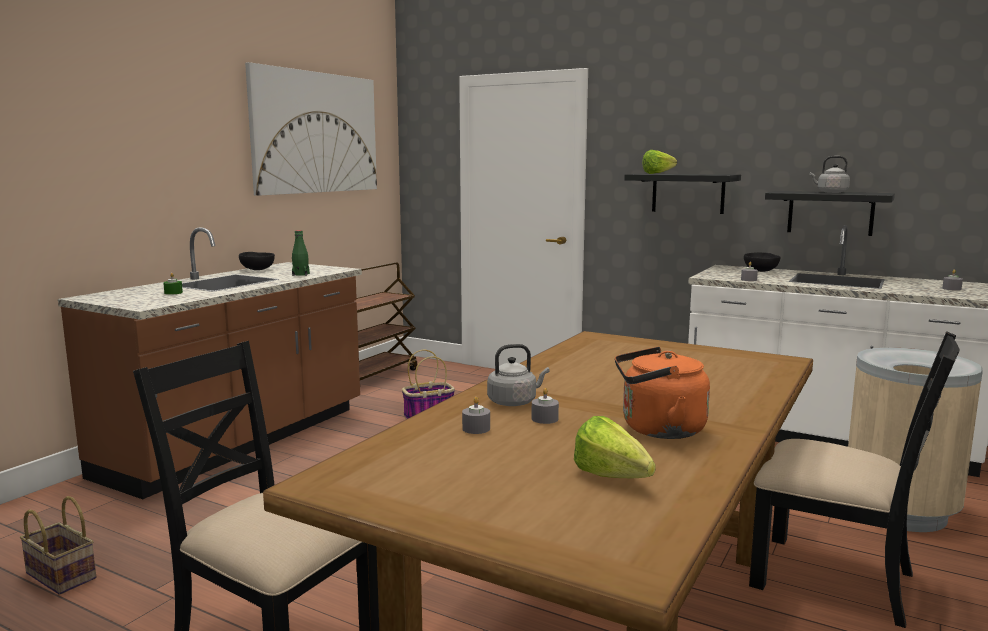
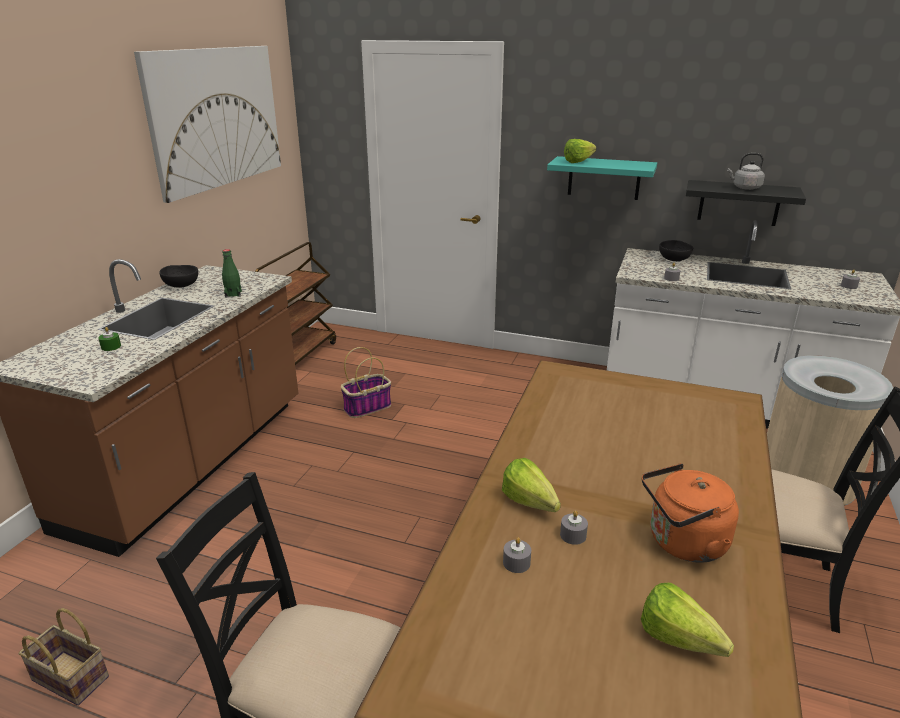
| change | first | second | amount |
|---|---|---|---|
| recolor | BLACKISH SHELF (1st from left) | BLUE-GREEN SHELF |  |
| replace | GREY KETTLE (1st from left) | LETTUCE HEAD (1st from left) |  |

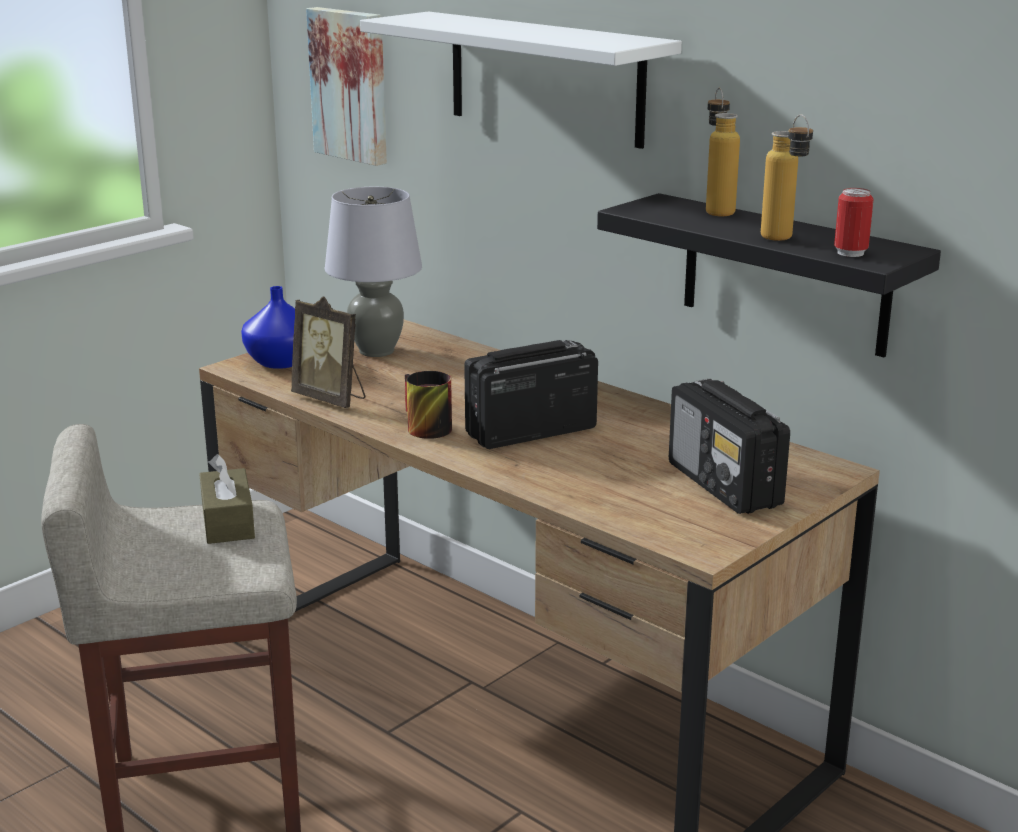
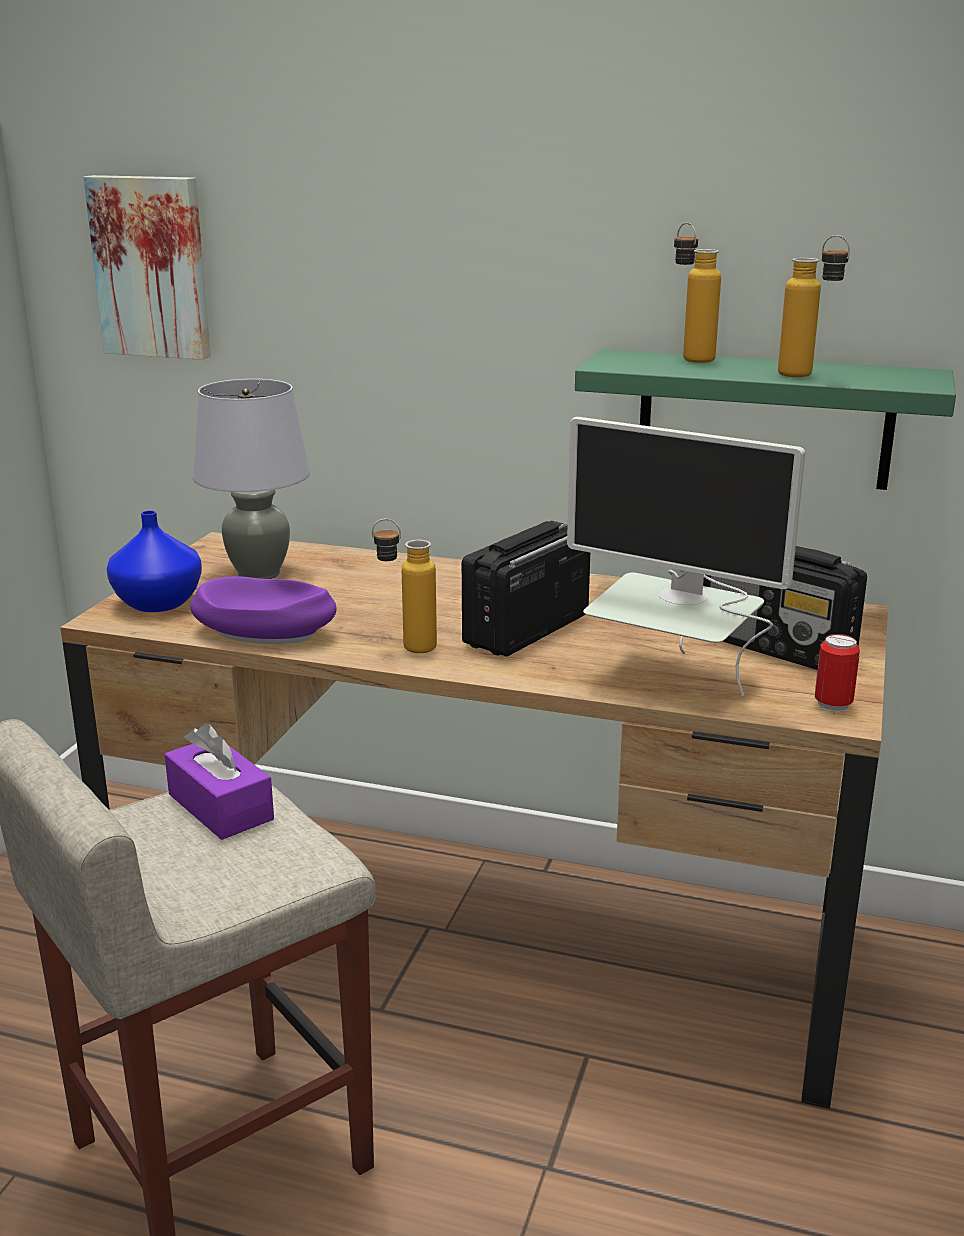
| change | first | second | amount |
|---|---|---|---|
| delete | WHITISH SHELF |  |  |
| move | METAL CAN |  |  |
| recolor | BLACKISH SHELF | GREEN SHELF |  |
| replace | PHOTO FRAME | PURPLE BOWL |  |
| replace | MUG | BOTTLE (1st from left) |  |
| recolor | BROWNISH TISSUE HOLDER | PURPLE TISSUE HOLDER |  |
| insert |  | MONITOR |  |

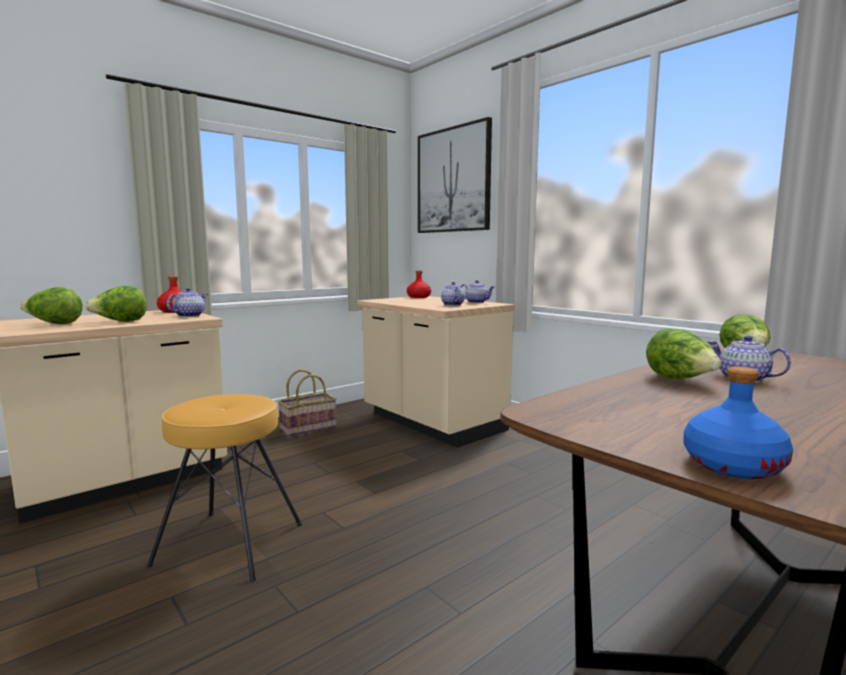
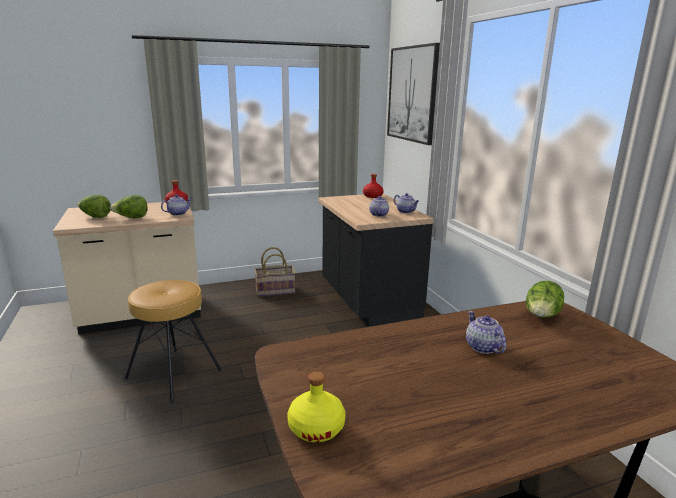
| change | first | second | amount |
|---|---|---|---|
| recolor | SAND-COLOURED KITCHEN BASE UNIT (2nd from left) | BLACKISH KITCHEN BASE UNIT |  |
| delete | LETTUCE HEAD (3rd from left) |  |  |
| recolor | BLUE-COLOURED BOTTLE | YELLOW BOTTLE |  |

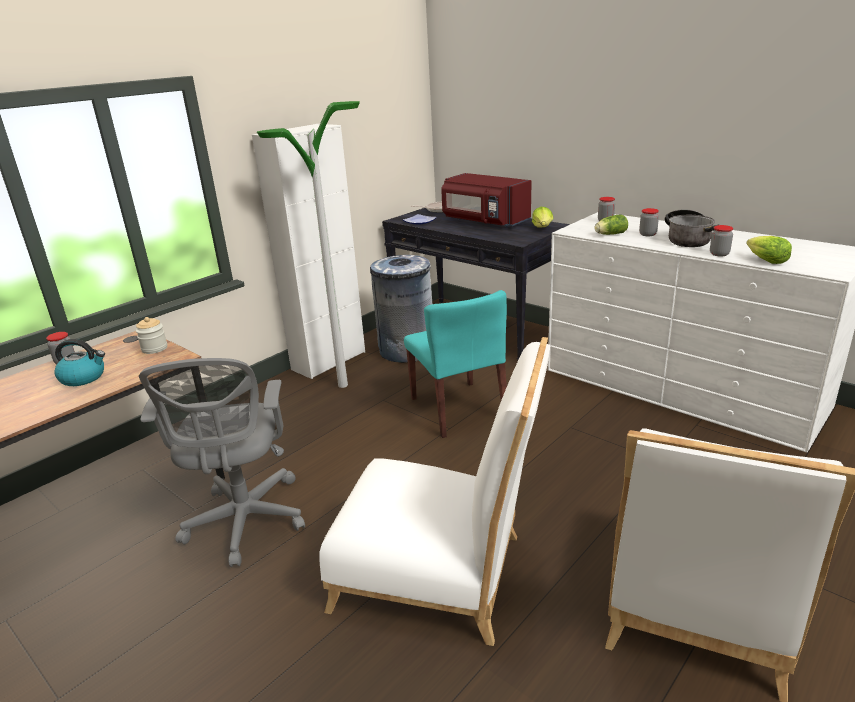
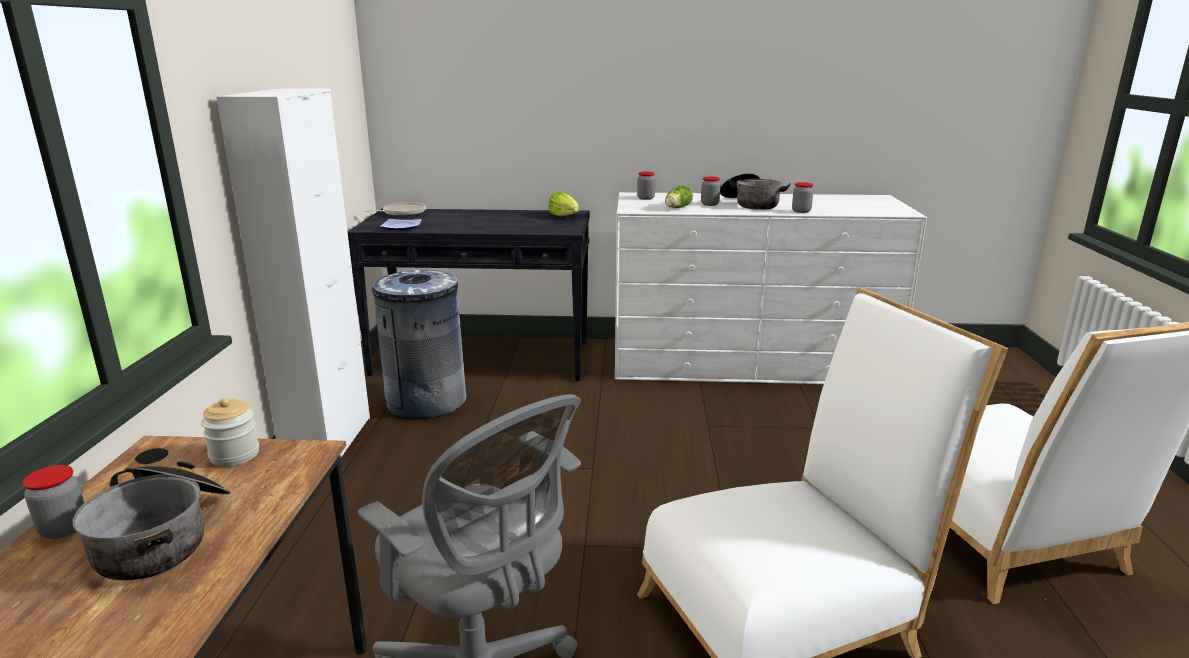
| change | first | second | amount |
|---|---|---|---|
| delete | STANDING LAMP |  |  |
| delete | RED MICROWAVE |  |  |
| delete | LETTUCE HEAD (3rd from left) |  |  |
| delete | BLUE-GREEN PLAIN CHAIR |  |  |
| replace | KETTLE | SAUCEPOT (1st from left) |  |

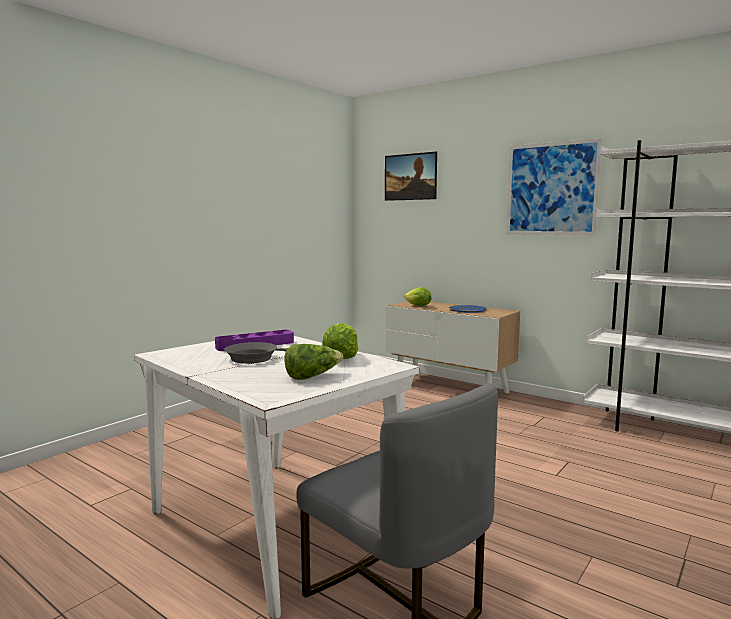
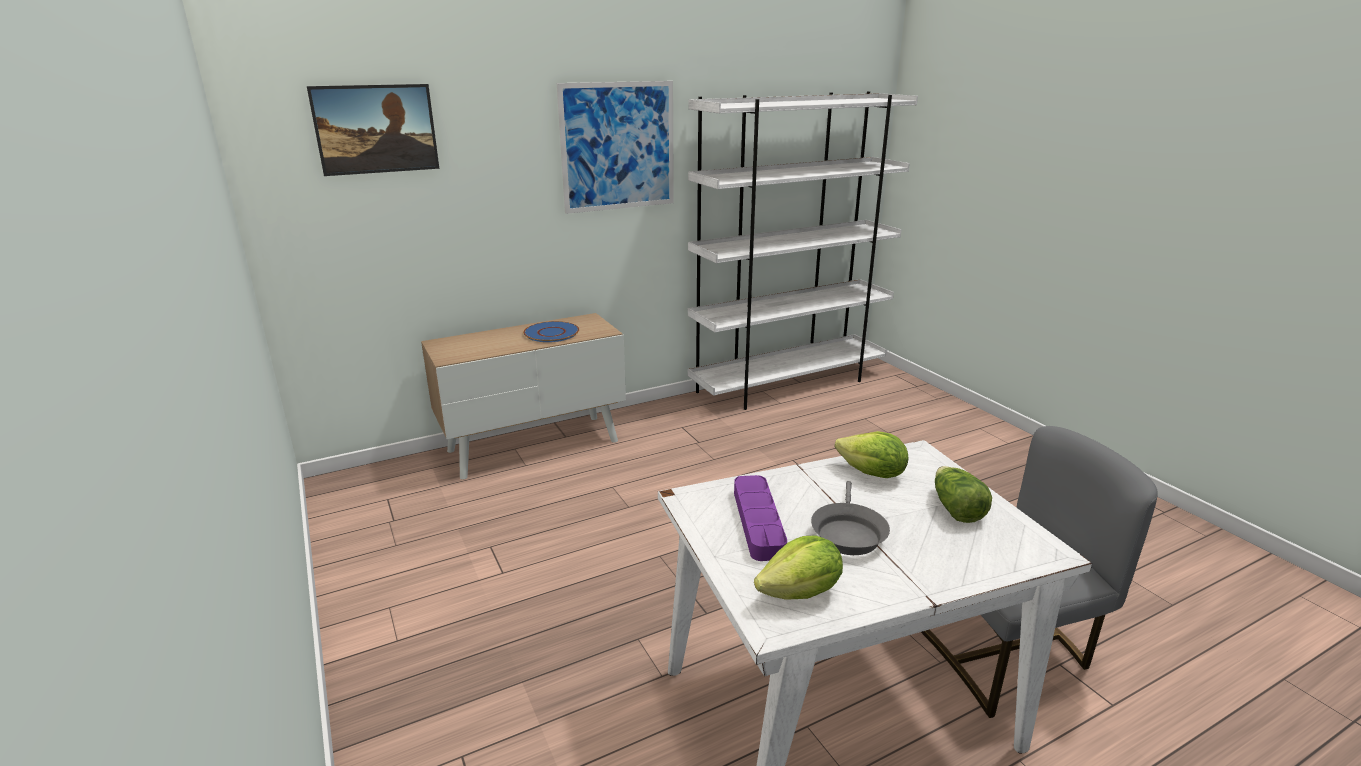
| change | first | second | amount |
|---|---|---|---|
| move | LETTUCE HEAD (3rd from left in the first image) | LETTUCE HEAD (1st from left) |  |

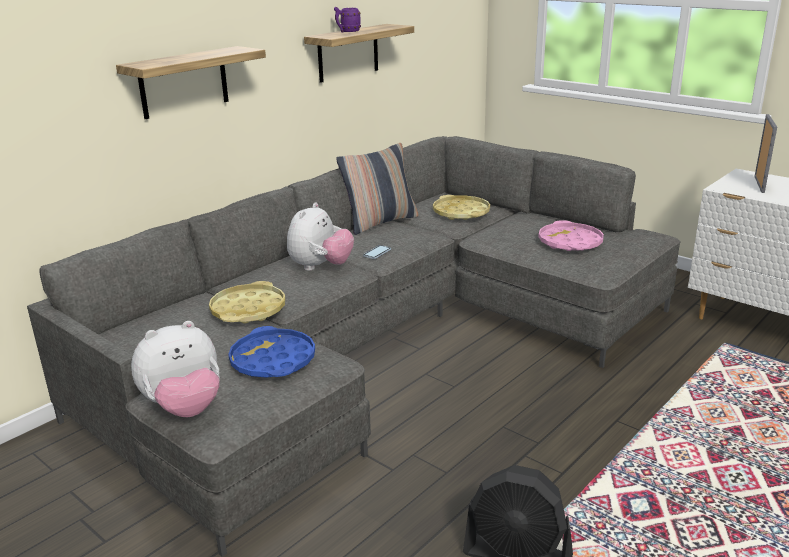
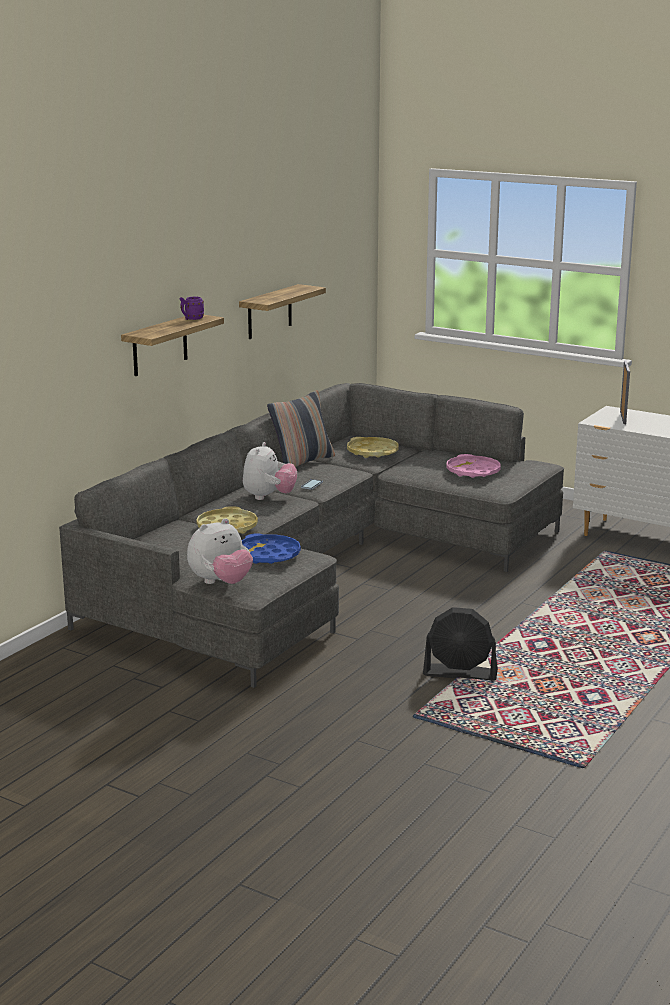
| change | first | second | amount |
|---|---|---|---|
| move | PURPLE MUG |  |  |

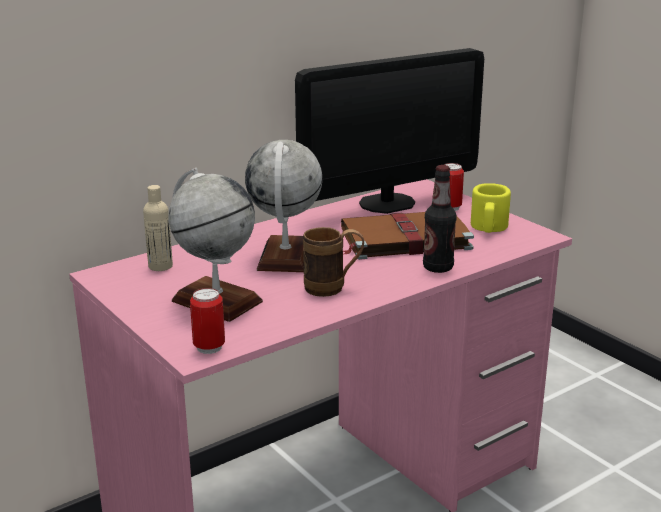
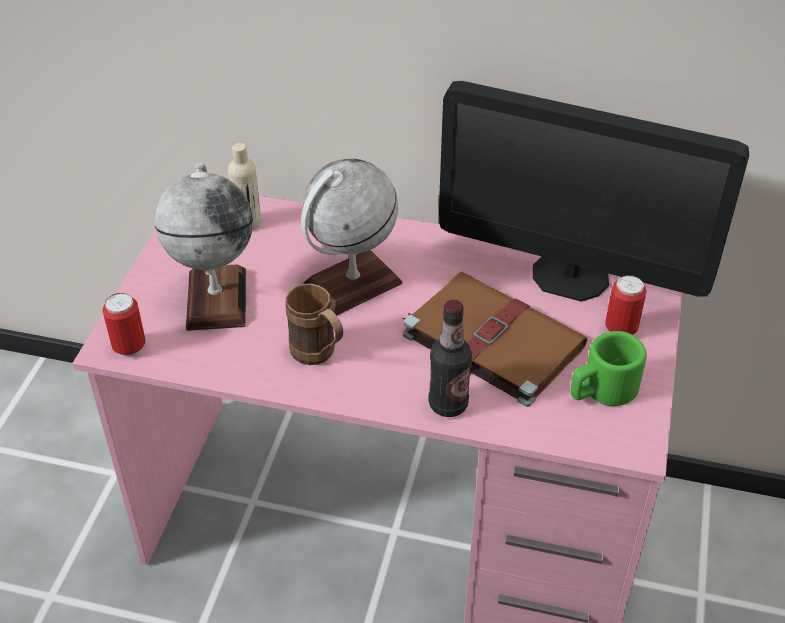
| change | first | second | amount |
|---|---|---|---|
| recolor | YELLOW MUG | GREEN MUG |  |

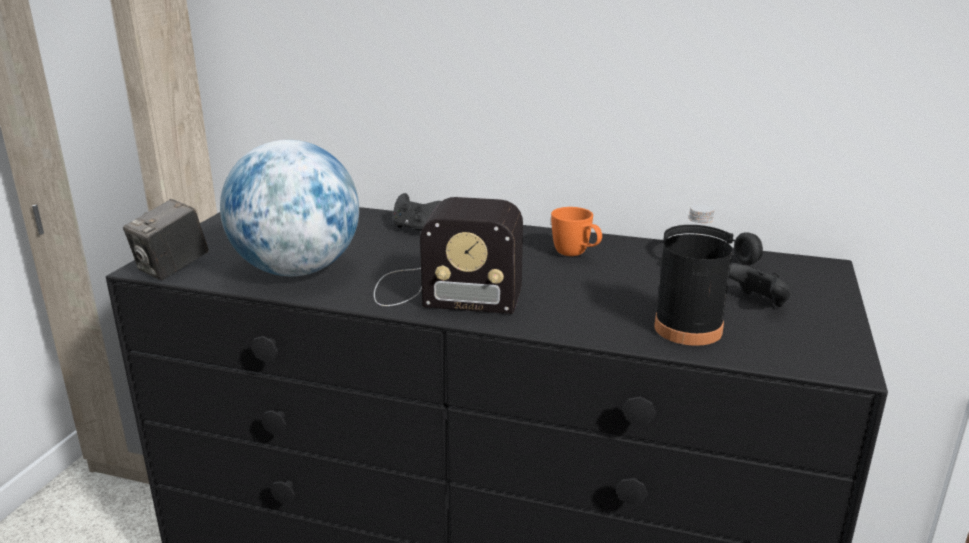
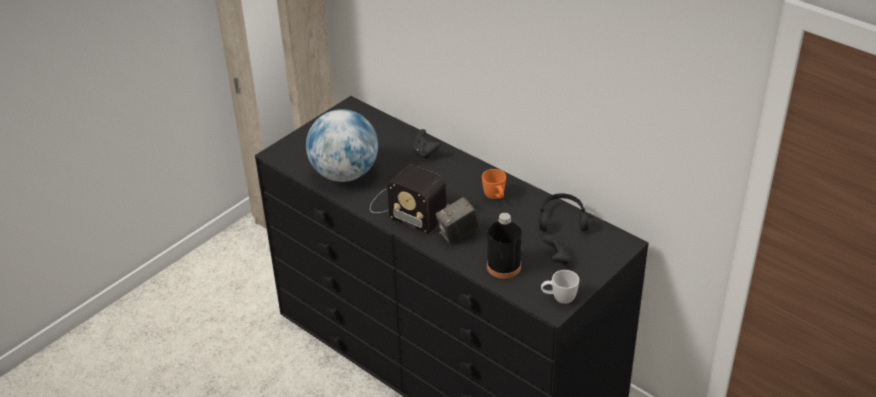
| change | first | second | amount |
|---|---|---|---|
| move | STILL CAMERA |  |  |
| insert |  | WHITISH MUG |  |

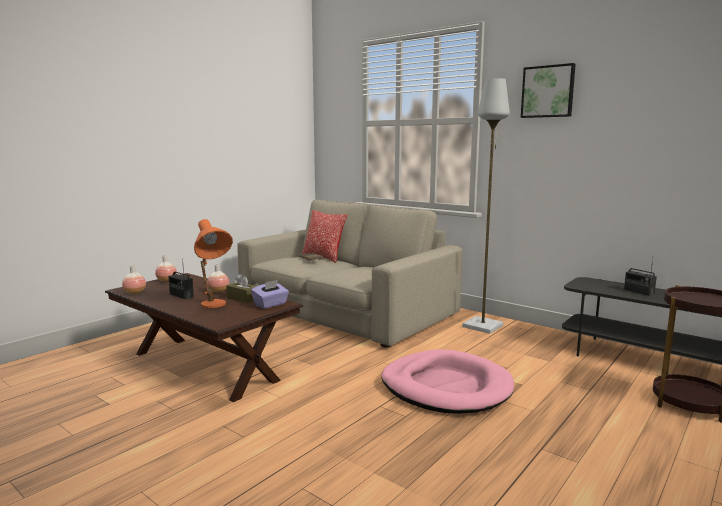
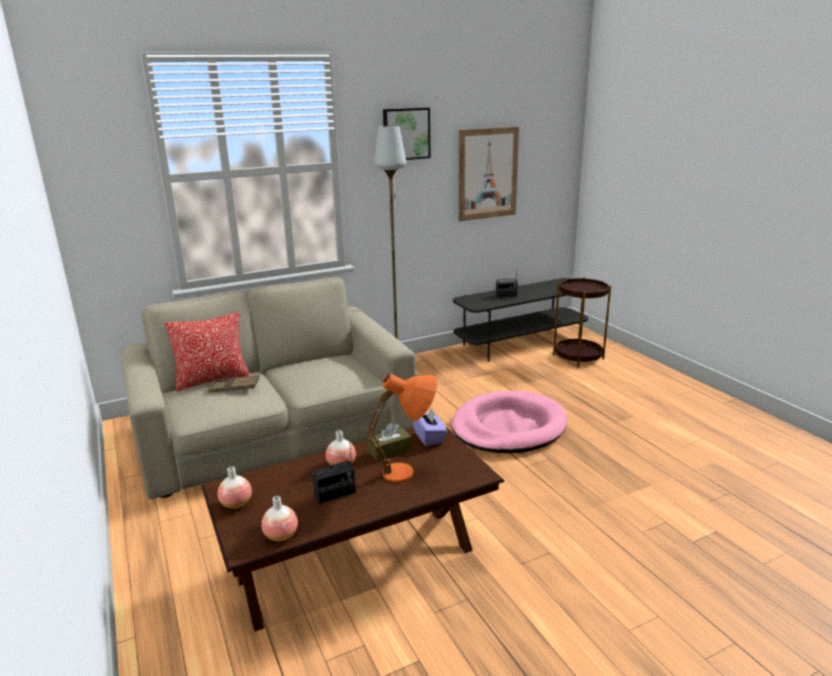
| change | first | second | amount |
|---|---|---|---|
| insert |  | PICTURE (2nd from left) |  |

